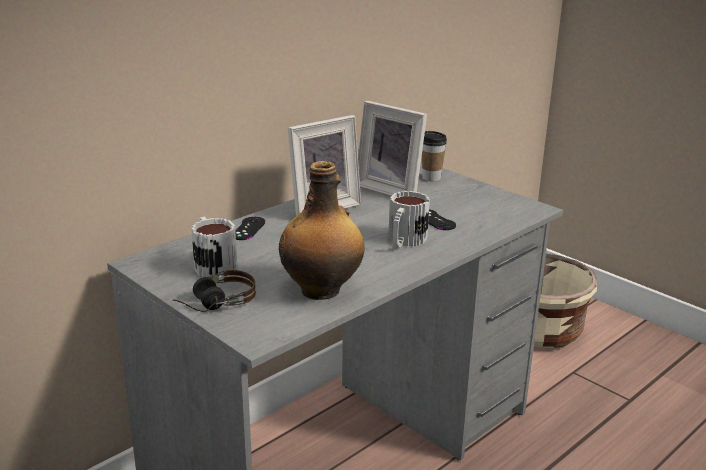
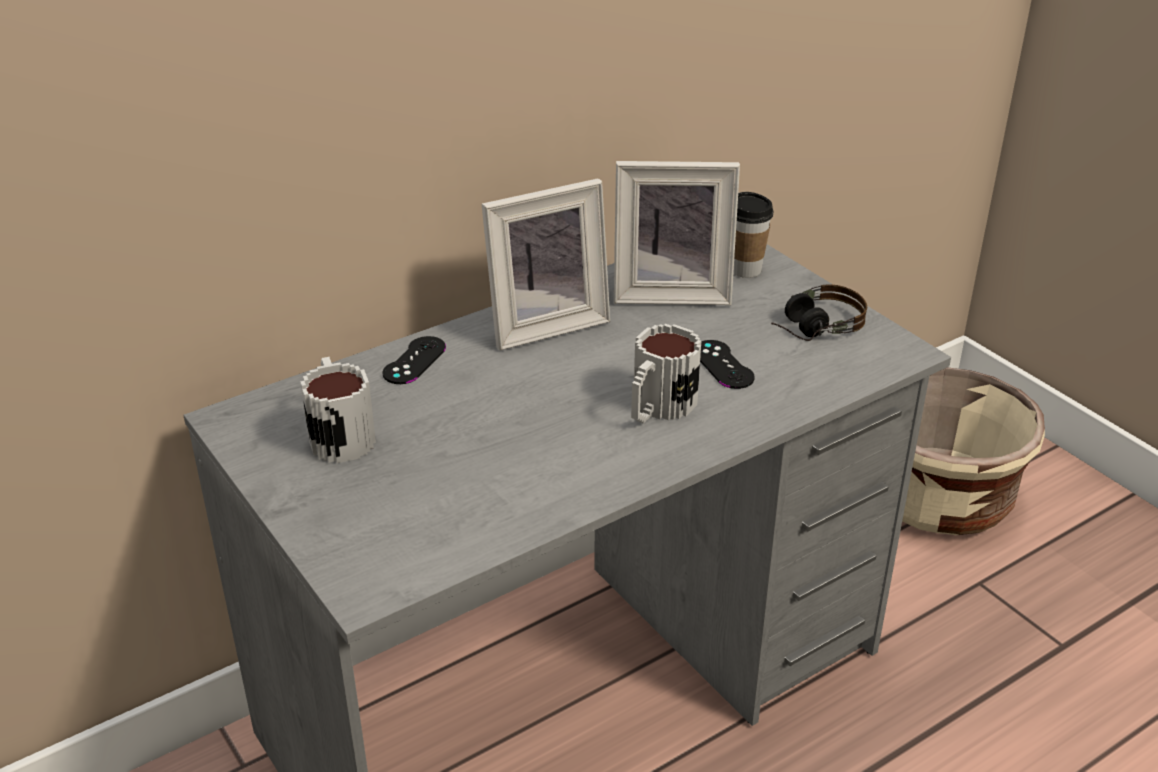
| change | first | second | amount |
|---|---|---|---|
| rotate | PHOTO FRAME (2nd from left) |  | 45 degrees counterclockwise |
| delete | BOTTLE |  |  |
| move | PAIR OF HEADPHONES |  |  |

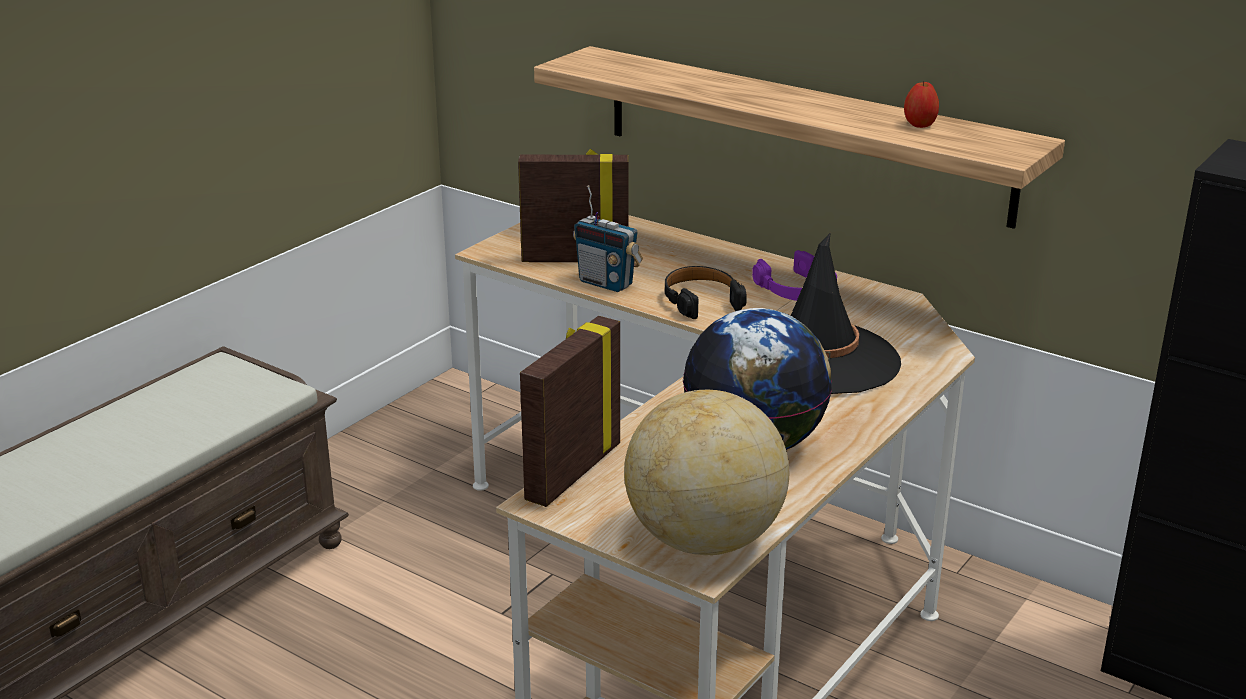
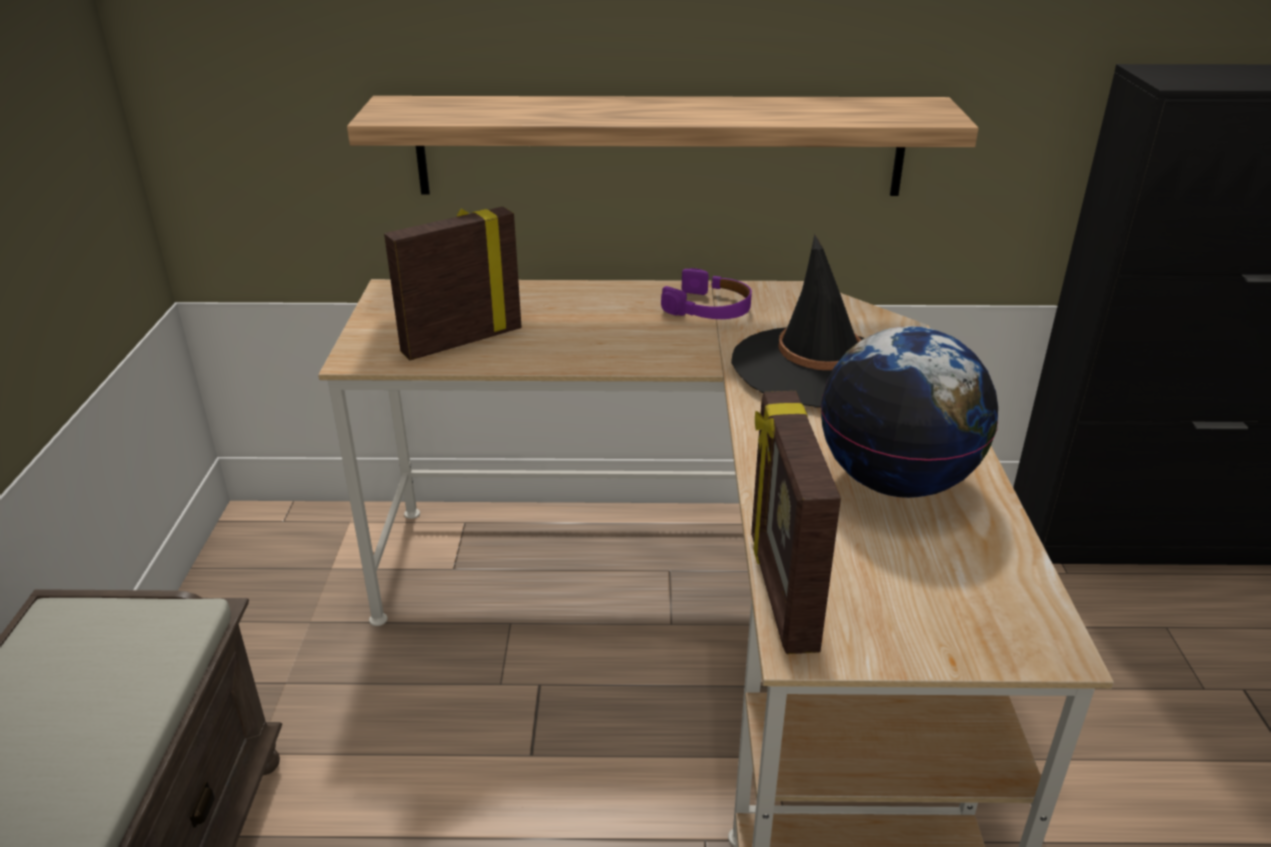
| change | first | second | amount |
|---|---|---|---|
| delete | WHOLE APPLE |  |  |
| delete | RADIO |  |  |
| delete | BLACKISH PAIR OF HEADPHONES |  |  |
| delete | DESK GLOBE (1st from left) |  |  |

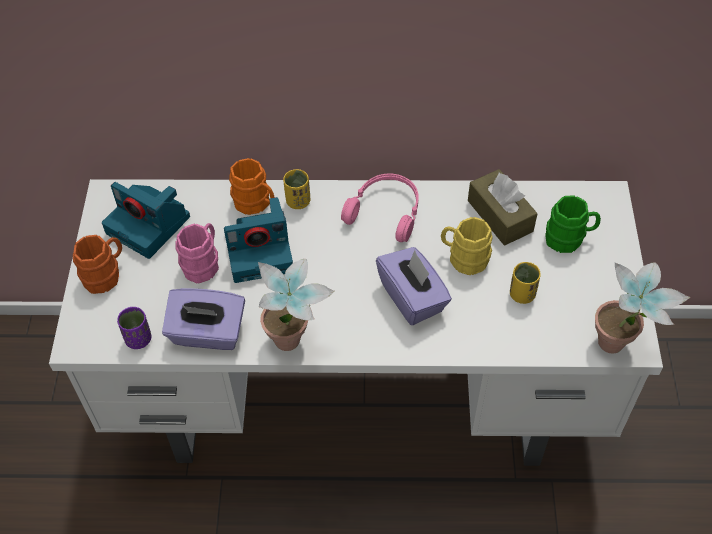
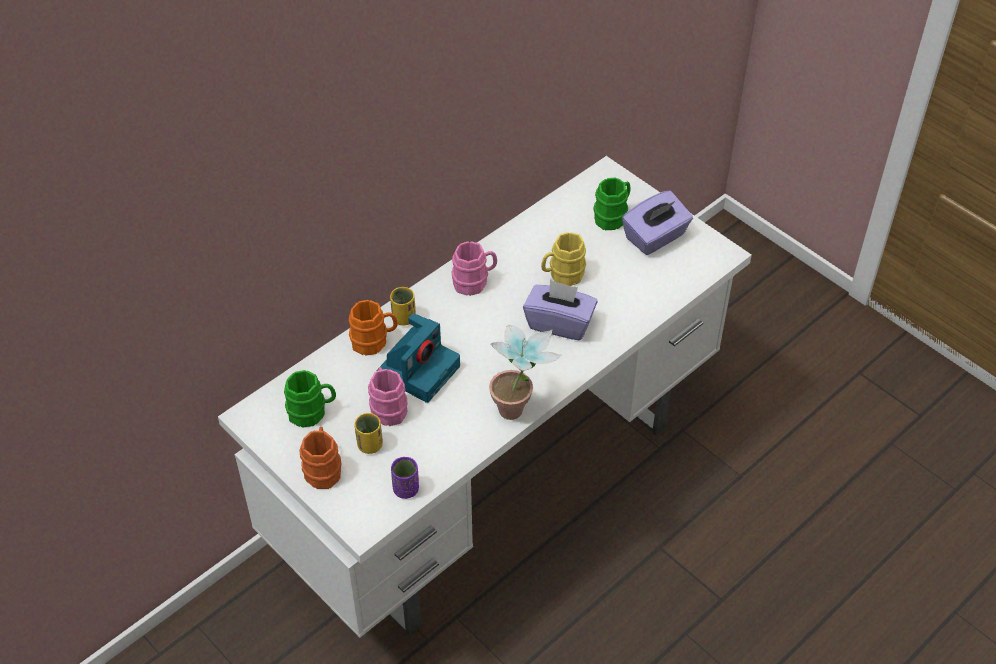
| change | first | second | amount |
|---|---|---|---|
| delete | BROWNISH TISSUE HOLDER |  |  |
| replace | PINKISH PAIR OF HEADPHONES | PINKISH MUG (2nd from left) |  |
| replace | STILL CAMERA (1st from left) | GREEN MUG (1st from left) |  |
| move | YELLOW SMALL CUP (2nd from left in the first image) | YELLOW SMALL CUP (1st from left) |  |
| delete | HOUSEPLANT (2nd from left) |  |  |
| move | PURPLE TISSUE HOLDER (1st from left in the first image) | PURPLE TISSUE HOLDER (2nd from left) |  |

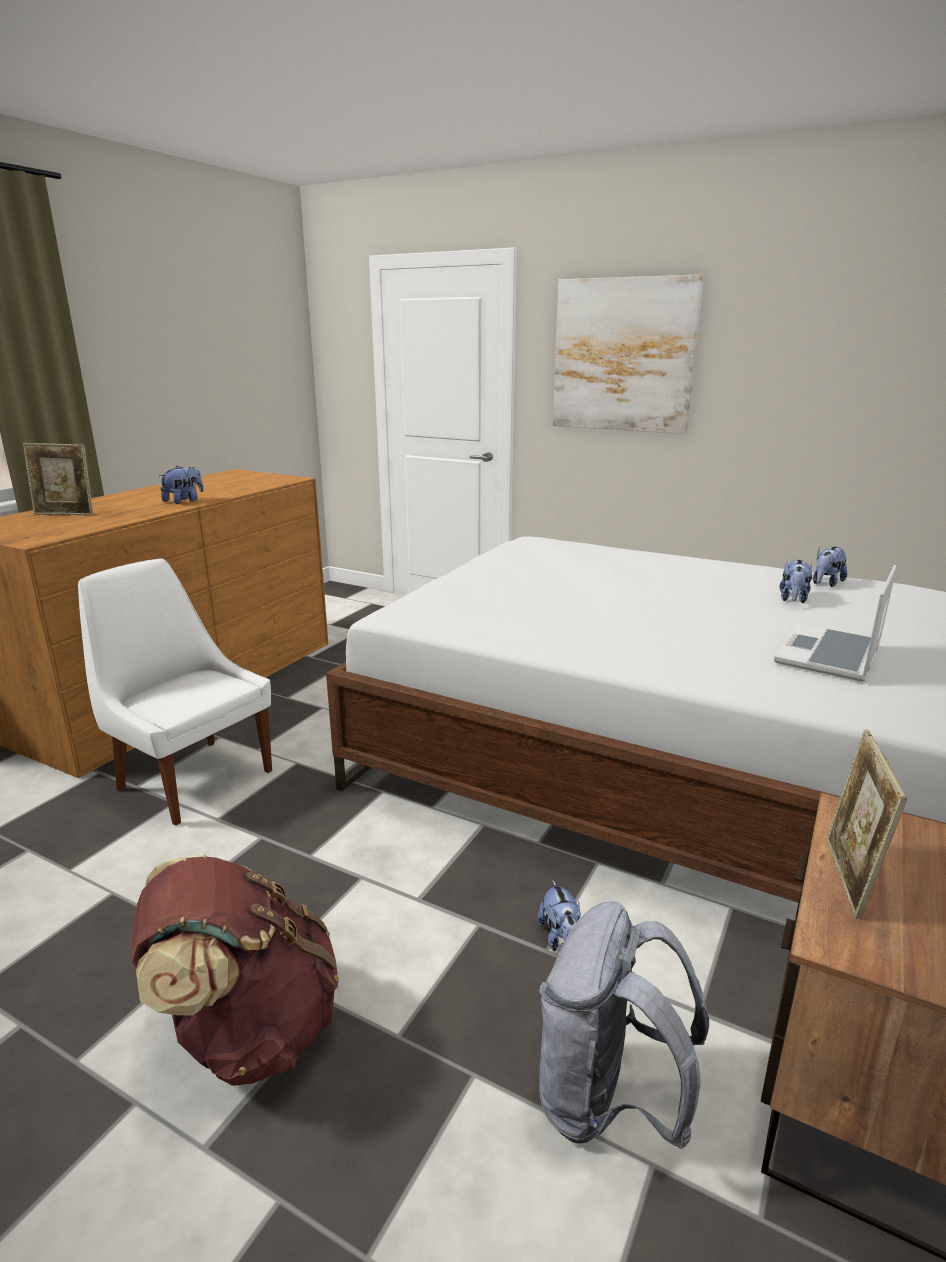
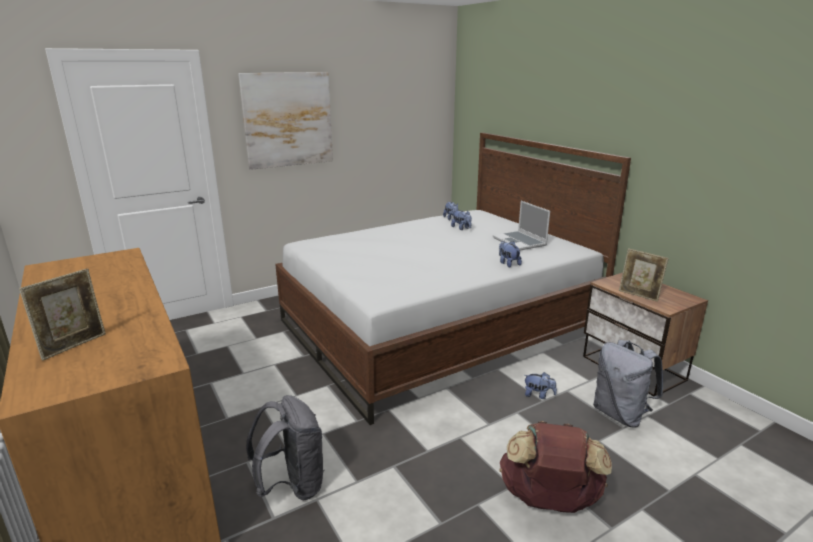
| change | first | second | amount |
|---|---|---|---|
| move | PLUSH TOY (1st from left in the first image) | PLUSH TOY (3rd from left) |  |
| replace | WHITISH PLAIN CHAIR | GREY RUCKSACK (1st from left) |  |

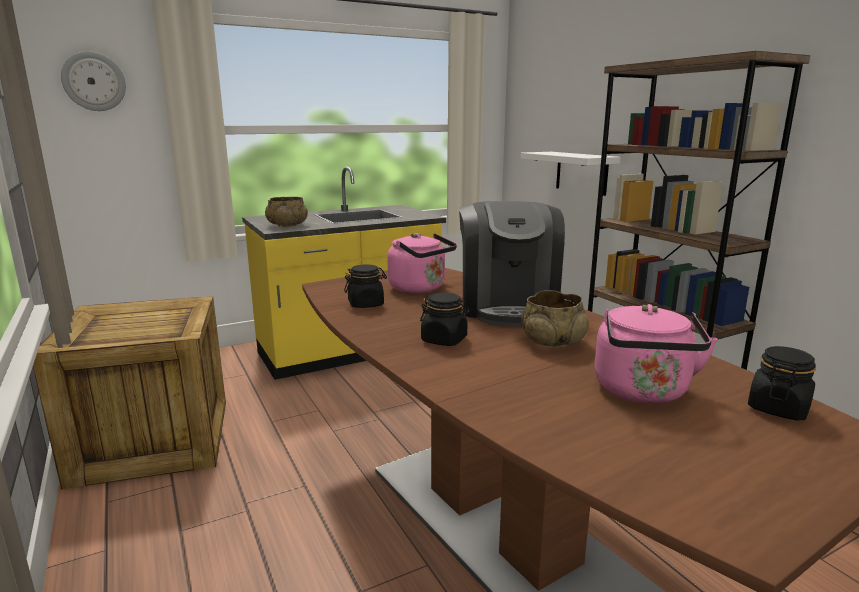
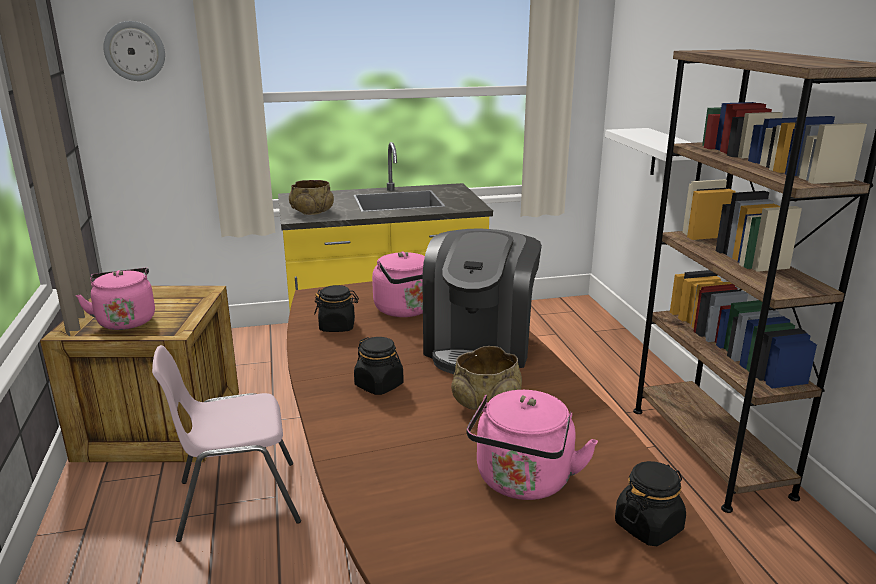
| change | first | second | amount |
|---|---|---|---|
| insert |  | PINKISH KETTLE (1st from left) |  |
| insert |  | PINKISH PLAIN CHAIR |  |

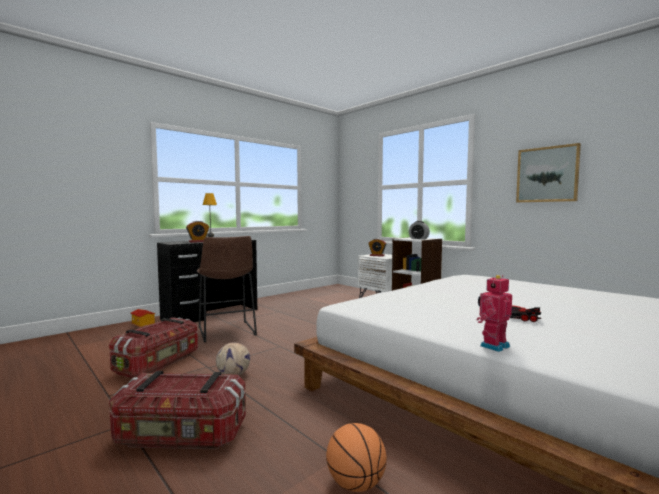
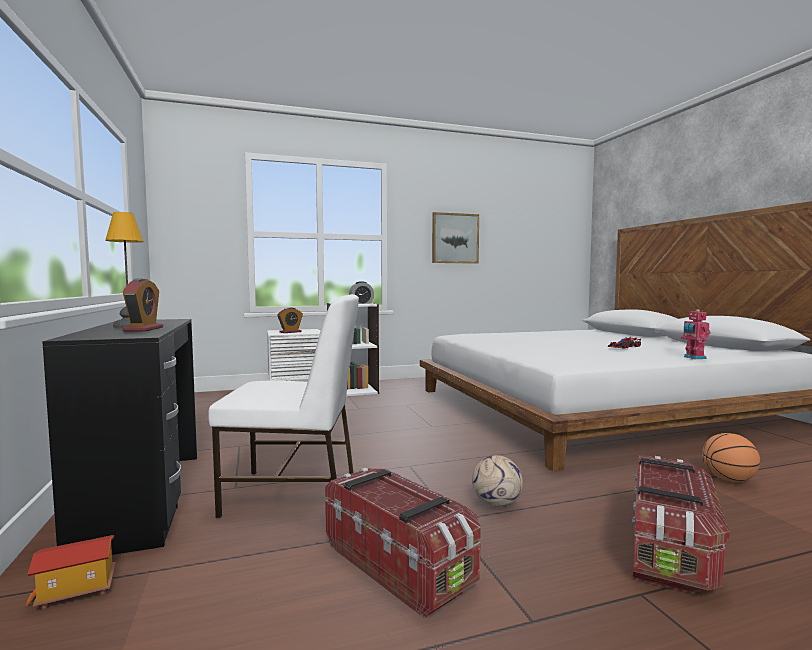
| change | first | second | amount |
|---|---|---|---|
| replace | BROWNISH STOOL SEAT | WHITISH PLAIN CHAIR |  |

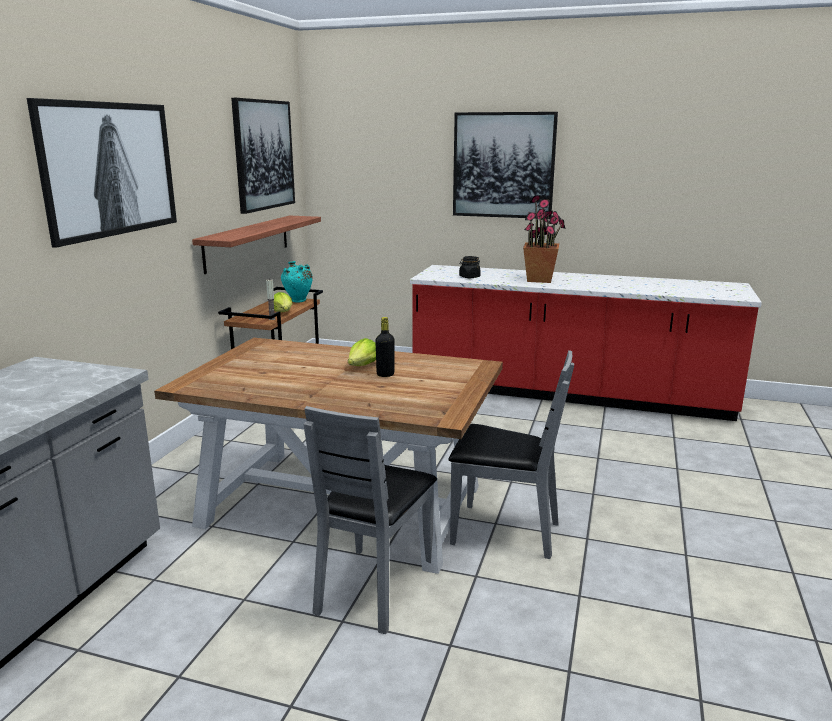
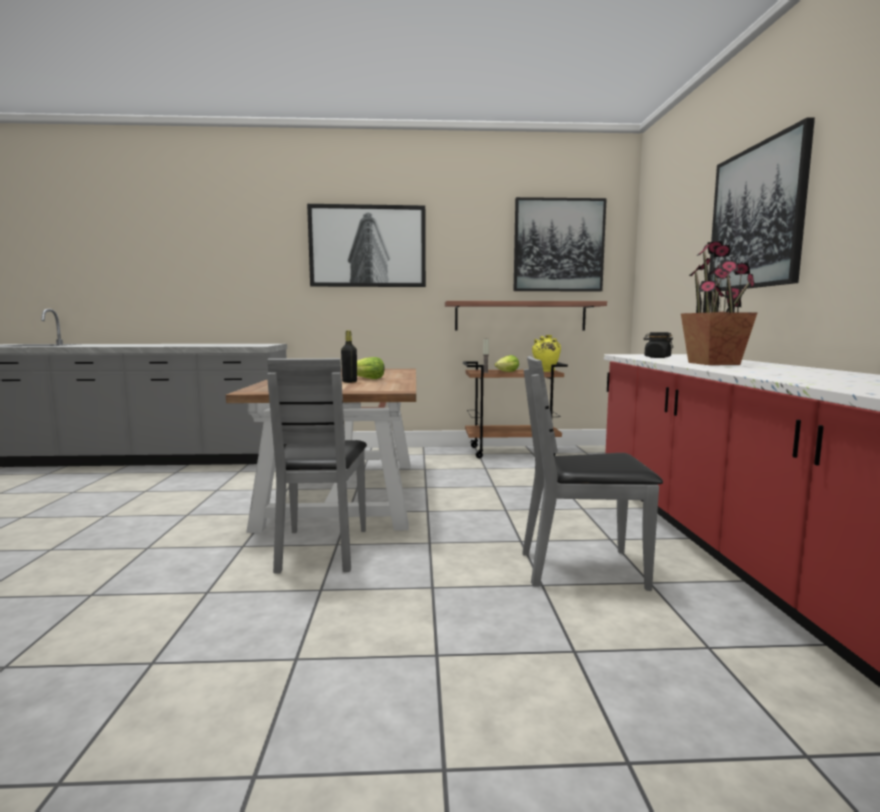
| change | first | second | amount |
|---|---|---|---|
| recolor | BLUE-GREEN DECORATIVE VASE | YELLOW DECORATIVE VASE |  |
| move | GREY PLAIN CHAIR (1st from left in the first image) | GREY PLAIN CHAIR (2nd from left) |  |

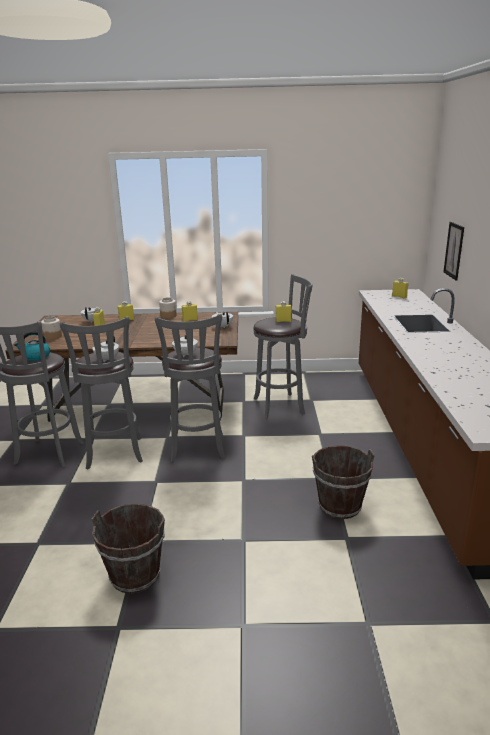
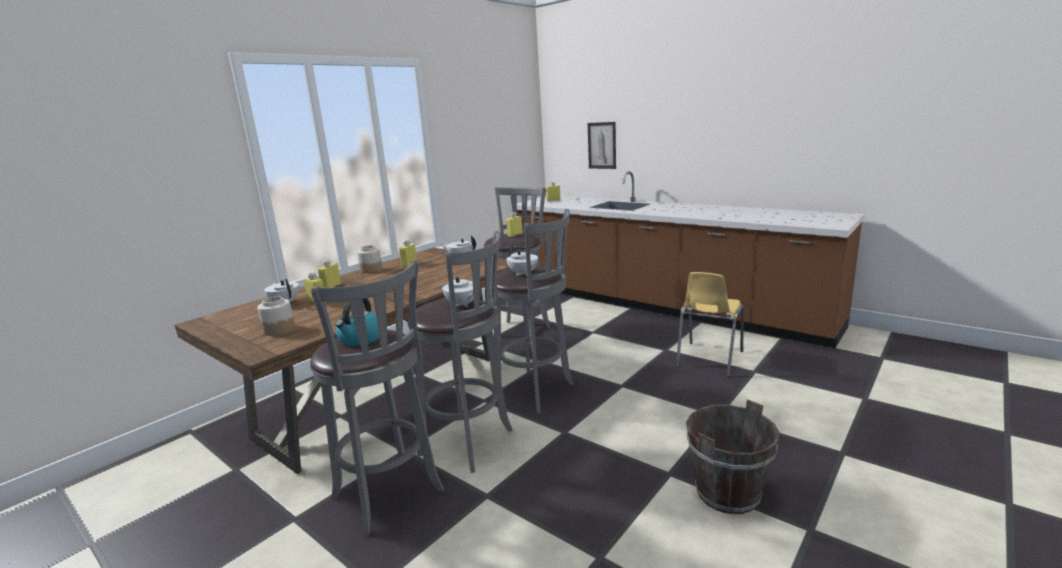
| change | first | second | amount |
|---|---|---|---|
| replace | BROWNISH PAIL (2nd from left) | YELLOW PLAIN CHAIR |  |

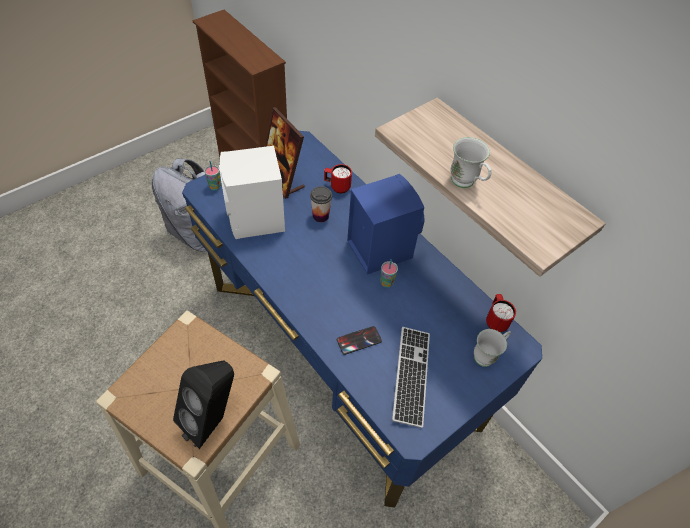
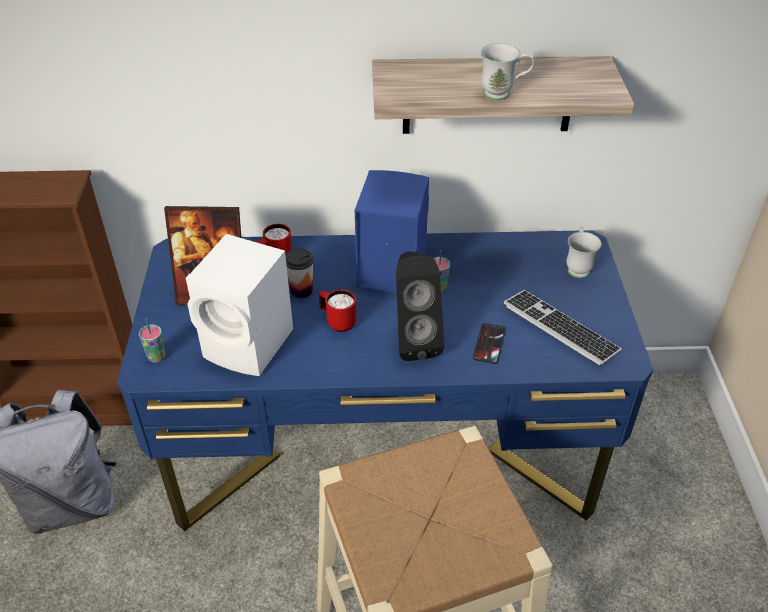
| change | first | second | amount |
|---|---|---|---|
| move | RED MUG (2nd from left) |  |  |
| move | BLACKISH SPEAKER |  |  |

